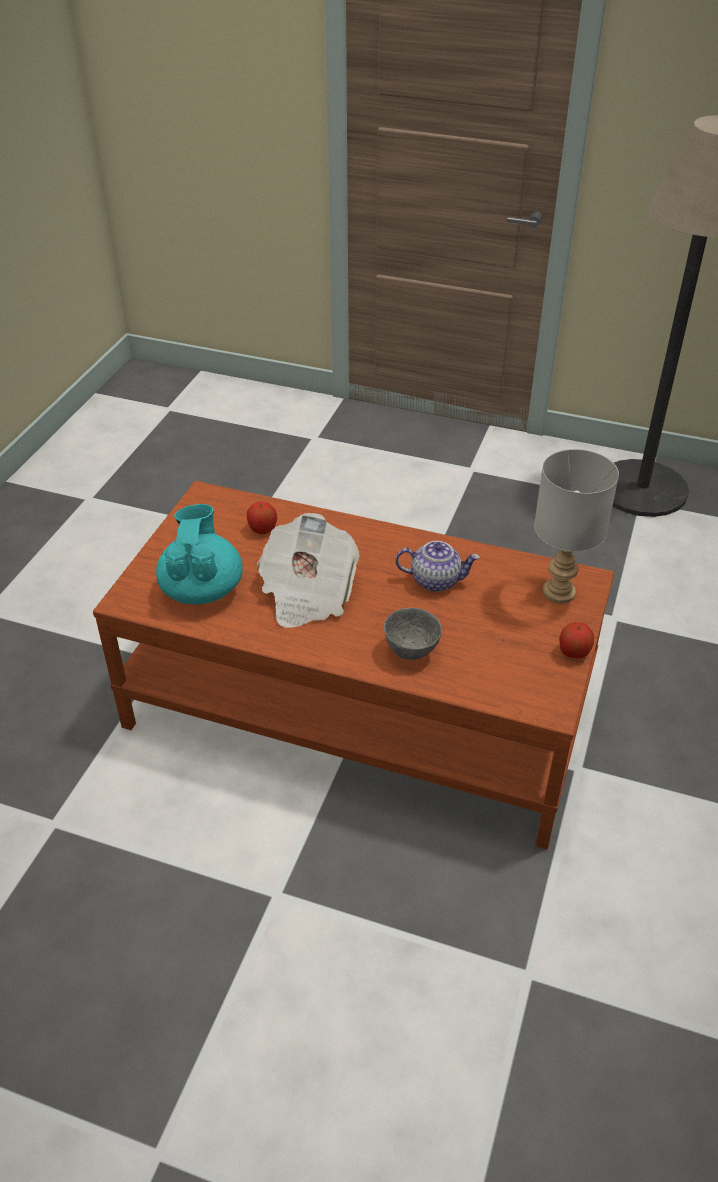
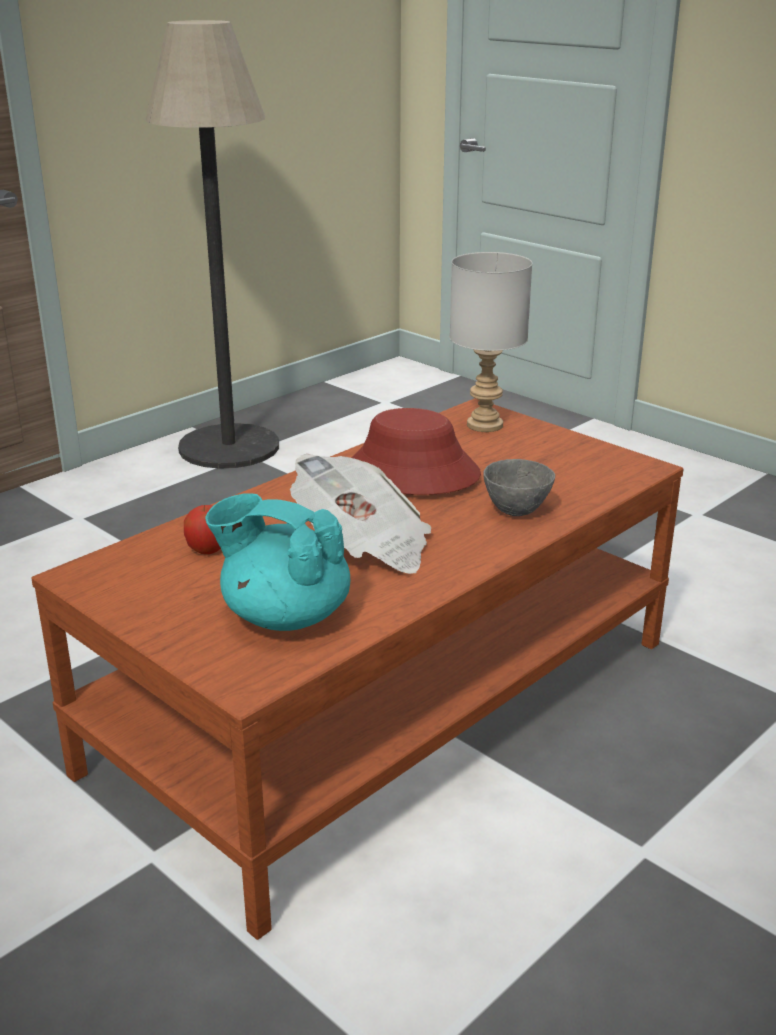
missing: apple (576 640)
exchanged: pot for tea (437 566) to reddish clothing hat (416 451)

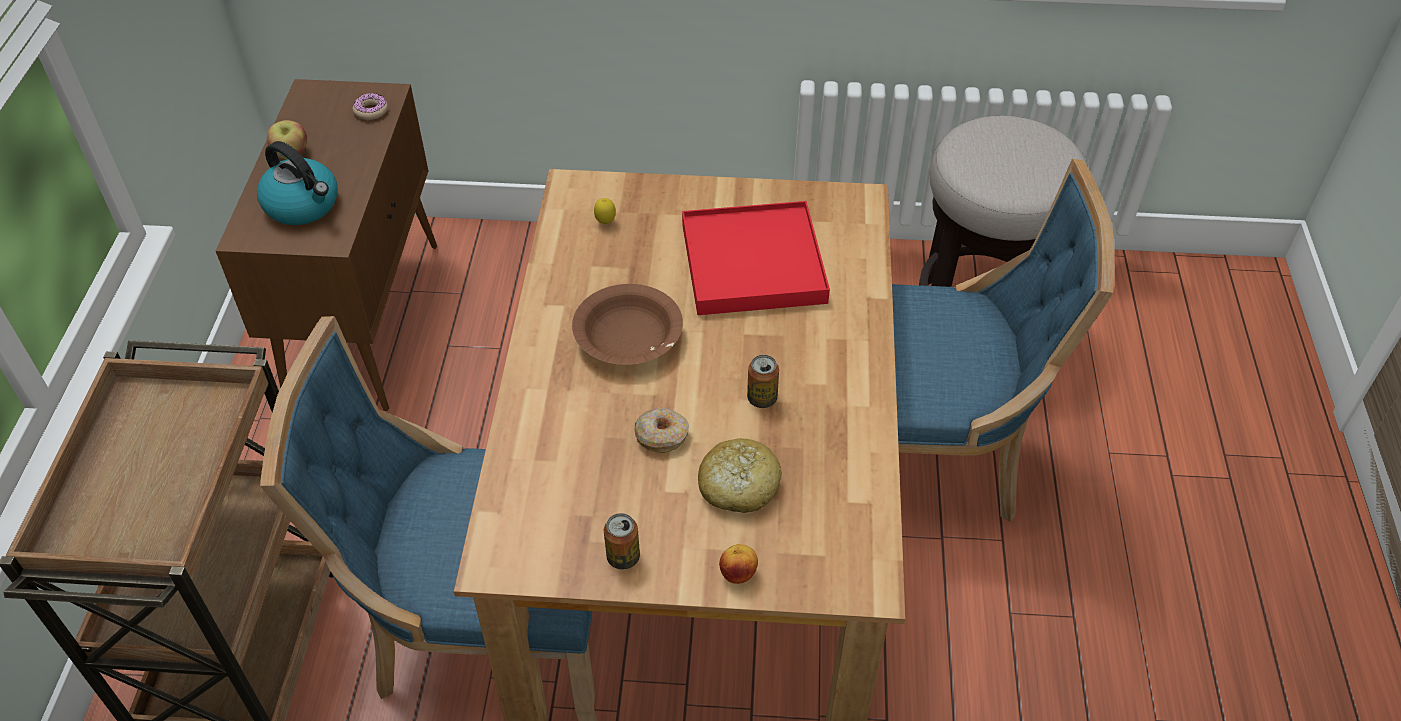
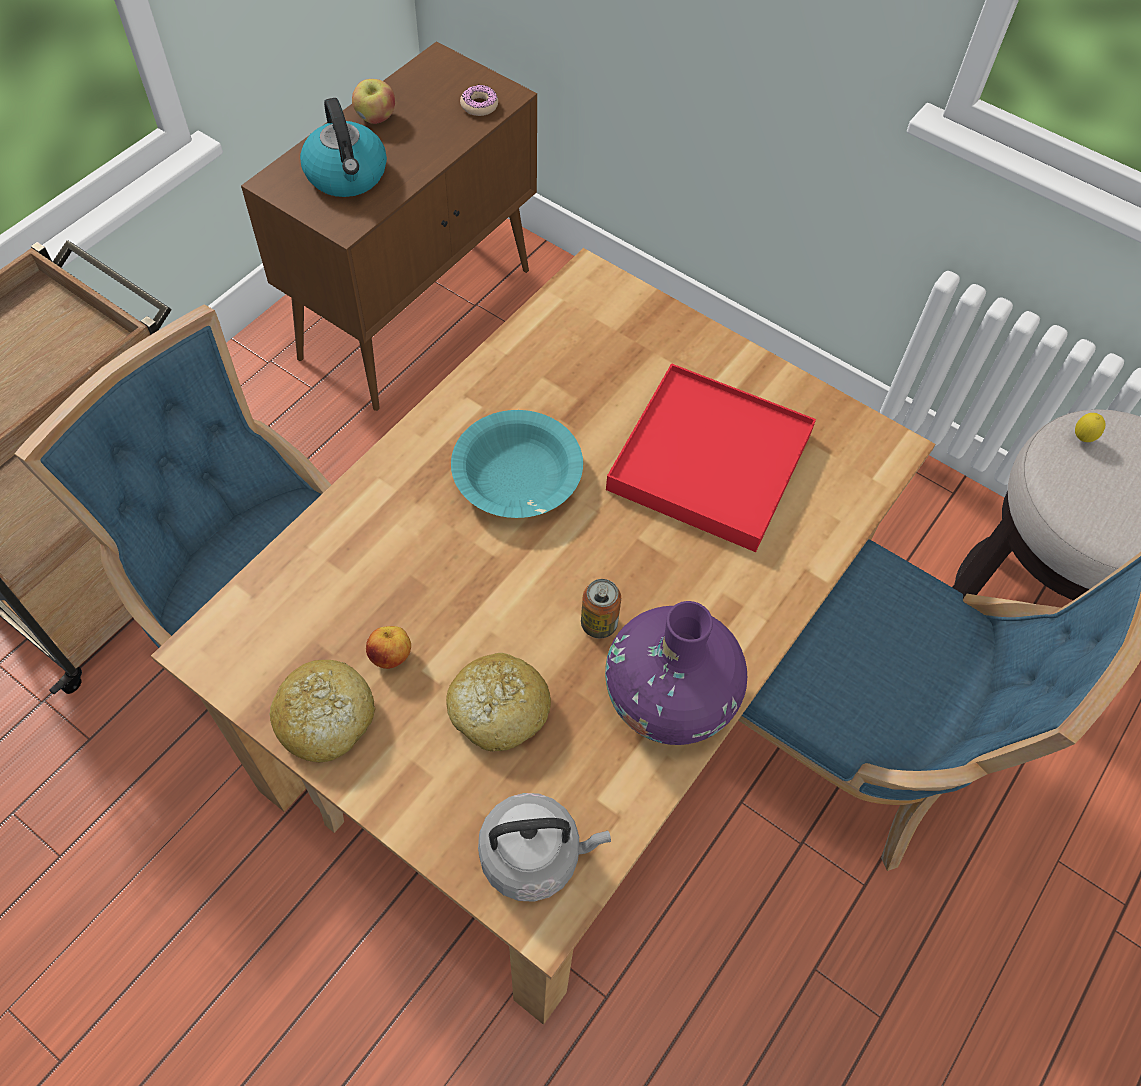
missing: ring doughnut (662 430)
appeared: grey water kettle (544 847); purple flower vase (676 673)
relocated: whole lemon (605 211) to (1090 427); apple (738 564) to (388 647)
exchanged: sealed can (622 541) to bakery bread (322 711)
colour: brown deep dish (627 324) to blue-green deep dish (517 464)

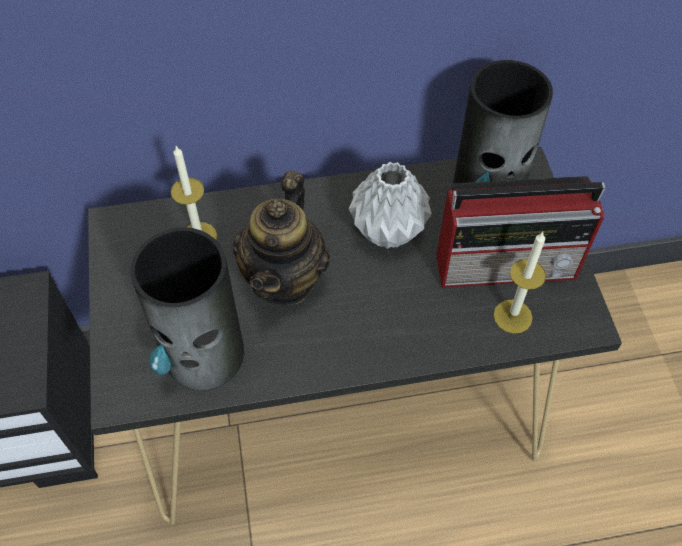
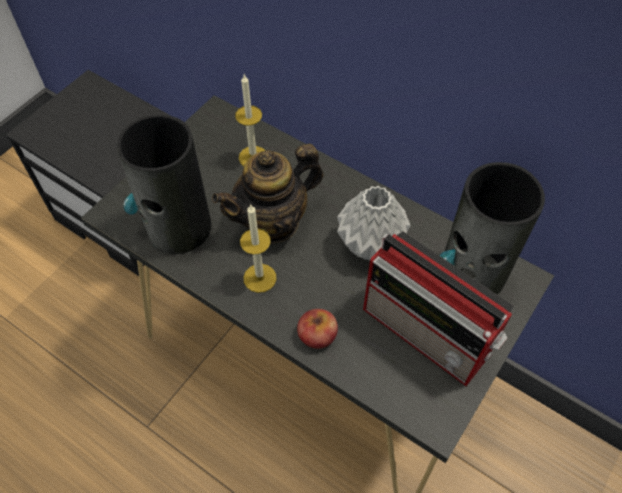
appeared: apple (317 329)
relocated: candle (520 283) to (258 248)

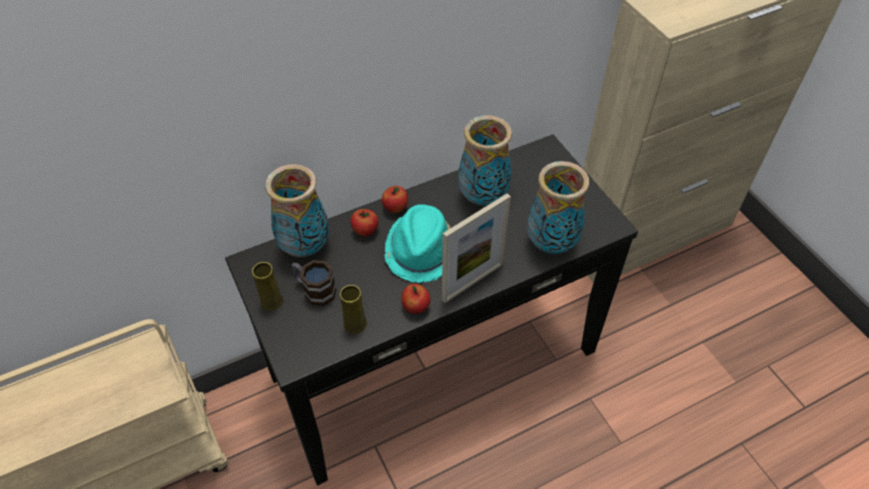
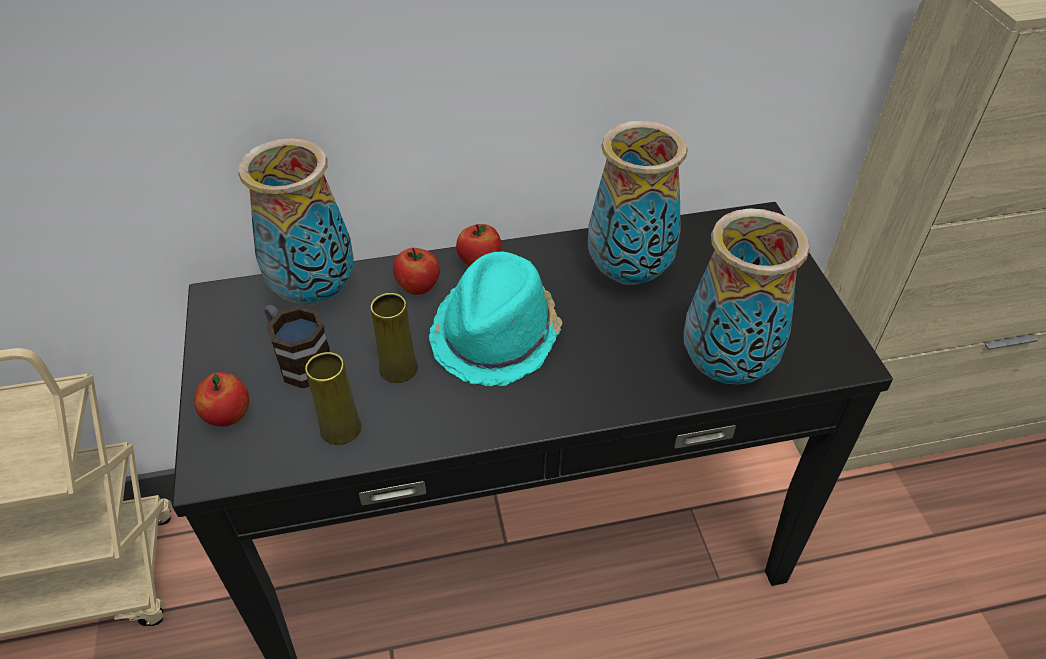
missing: standing frame (476 248)
relocated: yellowish flower vase (267 286) to (394 338); apple (416 299) to (221 399)

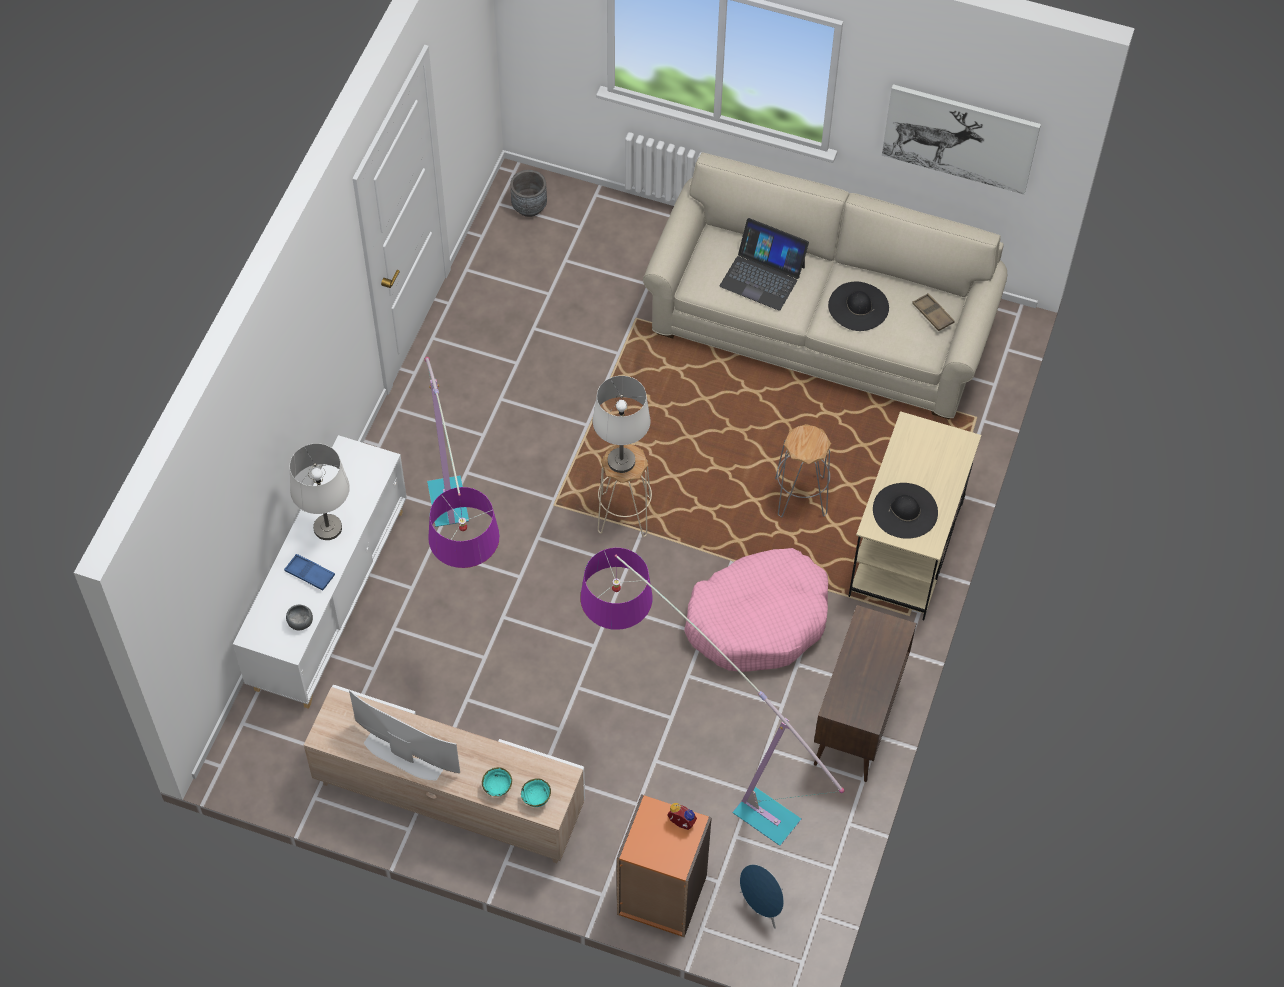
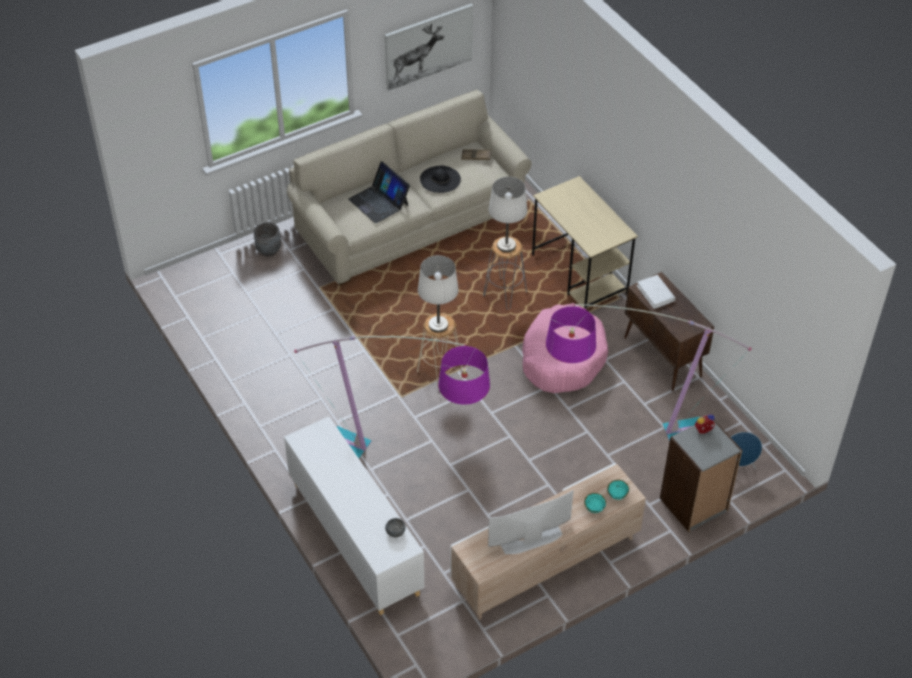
missing: blue carrying tray (309 572); blackish clothing hat (905 511)
appeared: white book (656 292)
relocated: white lamp for a table (320 491) to (508 214); grey plant pot (528 193) to (267 239)
colour: orange bookcase (664 865) to grey bookcase (701 476)
spun: notebook computer (764 264) = (379 192) 75 degrees clockwise

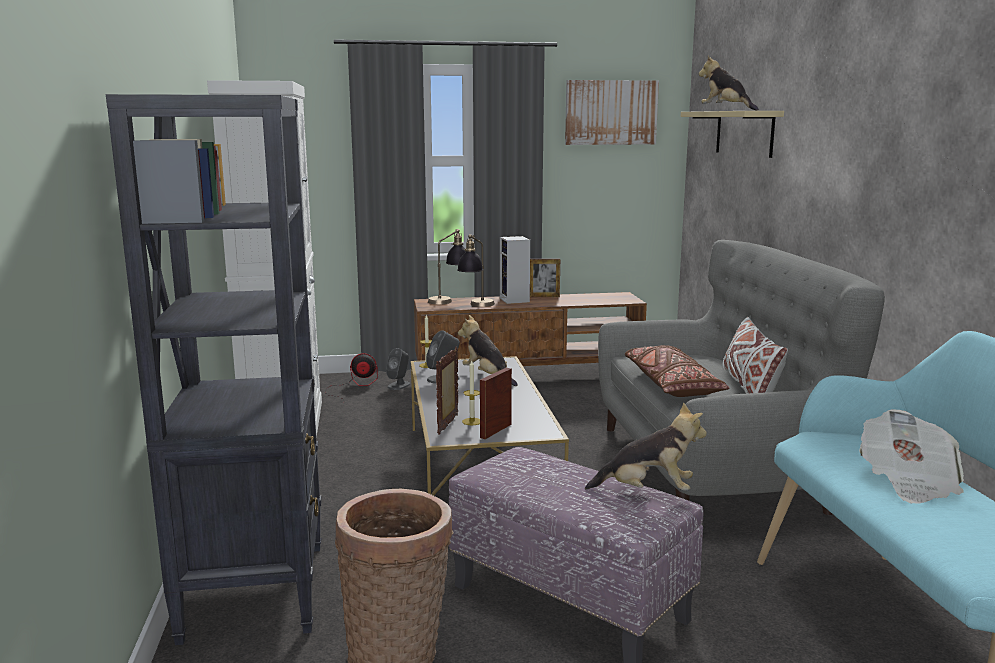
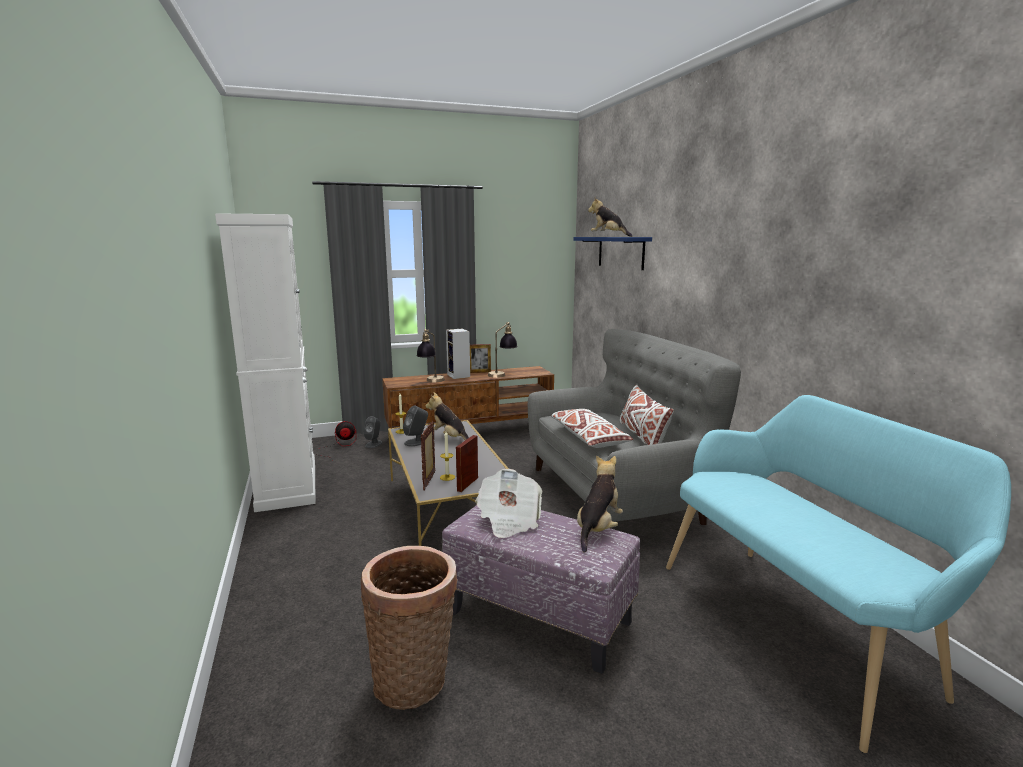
missing: blackish bookcase (214 369); wall art (612 112)
relocated: lamp for a table (447 266) to (503 350); daily paper (911 456) to (509 503)
colour: brown throw pillow (677 371) to white throw pillow (592 428); beige bracket shelf (732 134) to blue bracket shelf (612 253)
spun: cuddly toy (646 446) = (600 504) 60 degrees counterclockwise

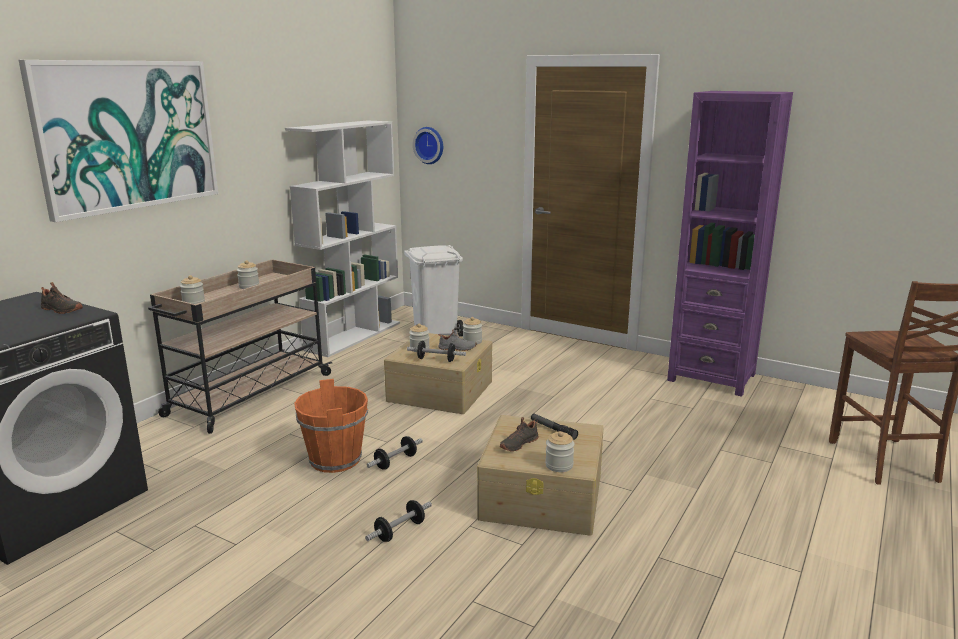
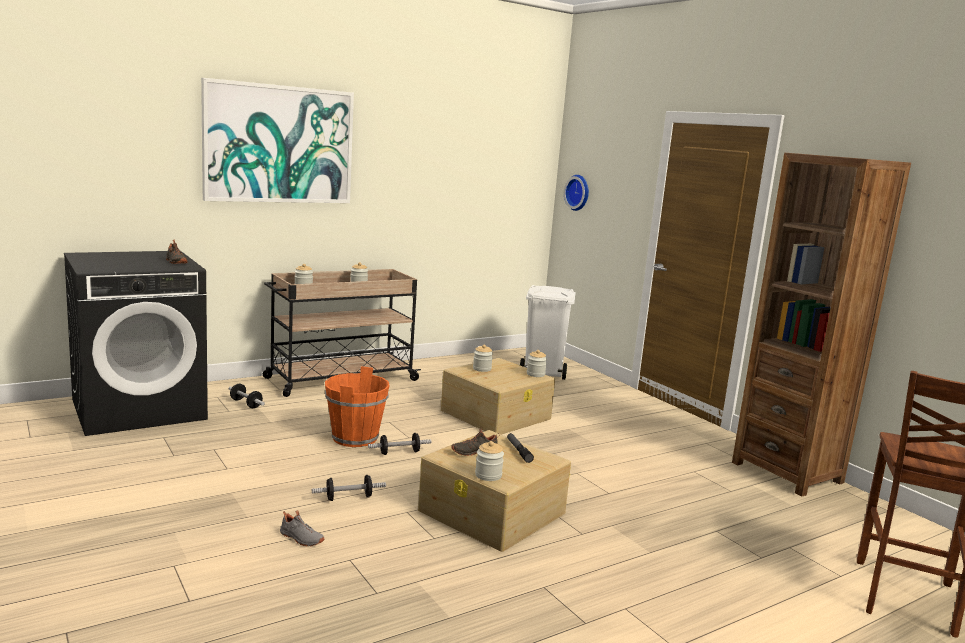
missing: white bookcase (342 238)
relocated: hand weight (436 351) to (247 396); grey low shoe (457 340) to (302 528)
colour: purple bookcase (730 244) to brown bookcase (821 325)

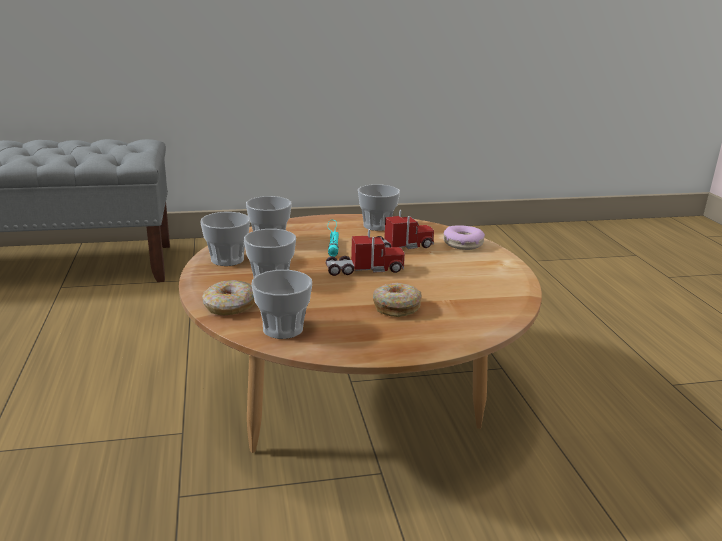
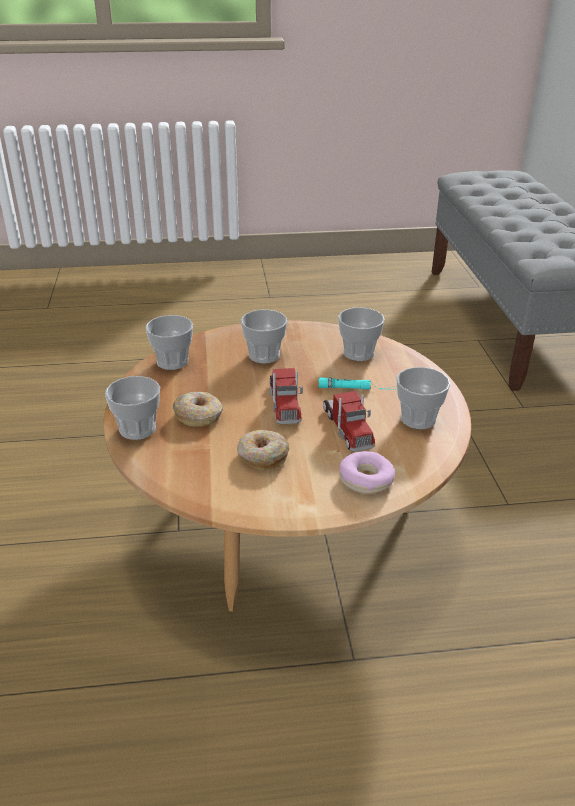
relocated: cup (225 239) to (132 408); ring doughnut (228 298) to (263 450)

